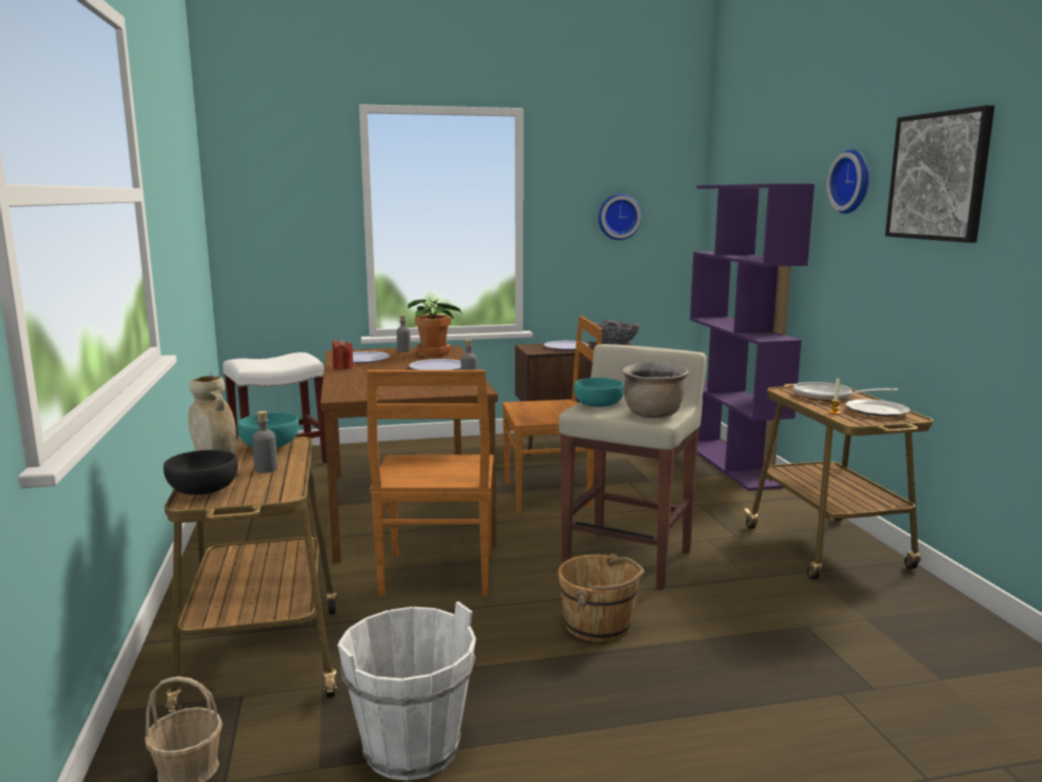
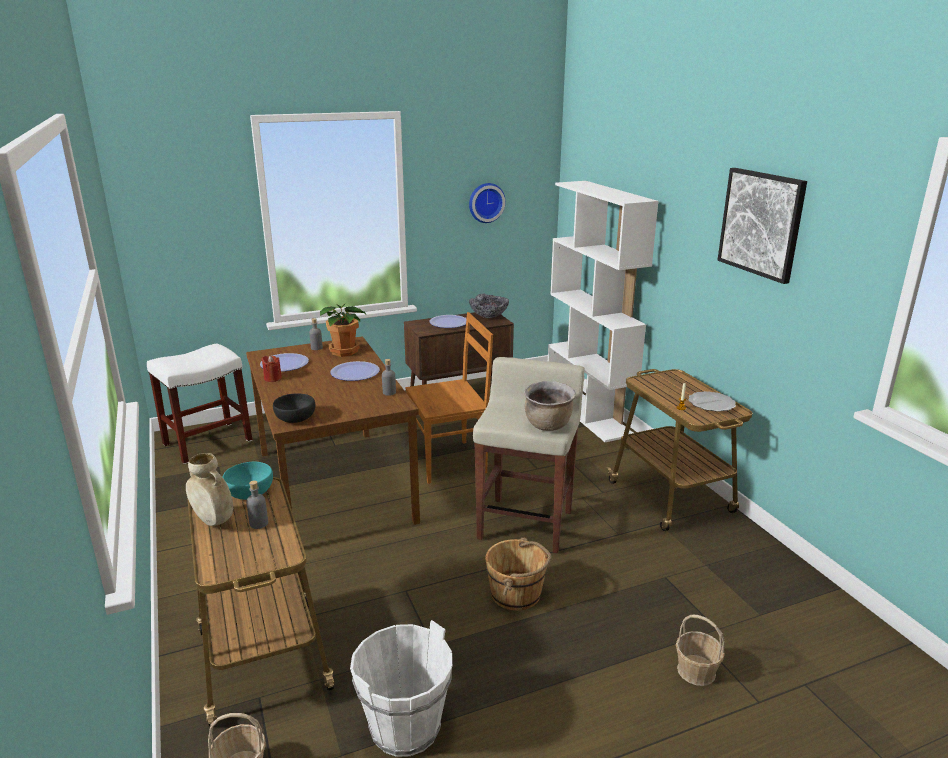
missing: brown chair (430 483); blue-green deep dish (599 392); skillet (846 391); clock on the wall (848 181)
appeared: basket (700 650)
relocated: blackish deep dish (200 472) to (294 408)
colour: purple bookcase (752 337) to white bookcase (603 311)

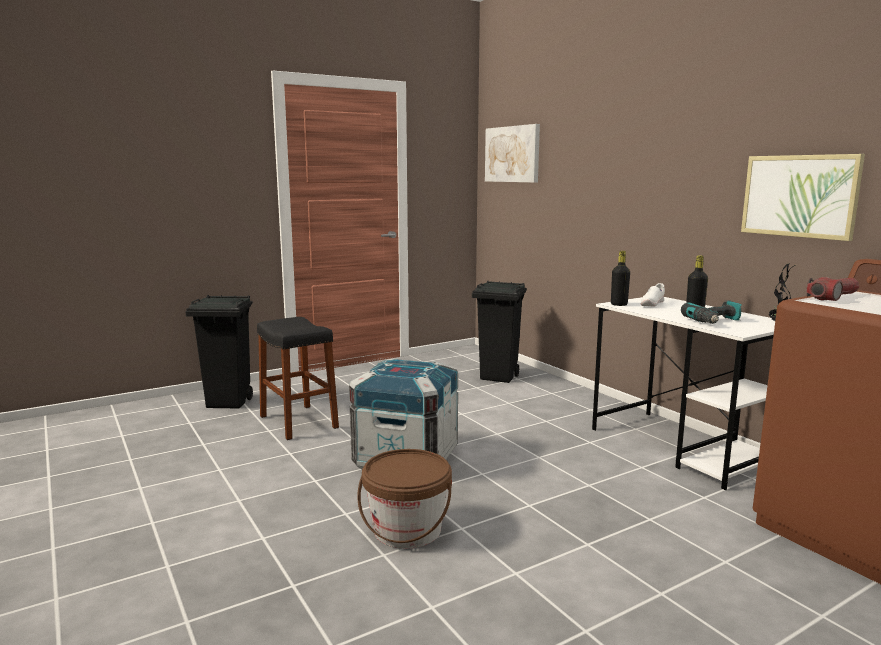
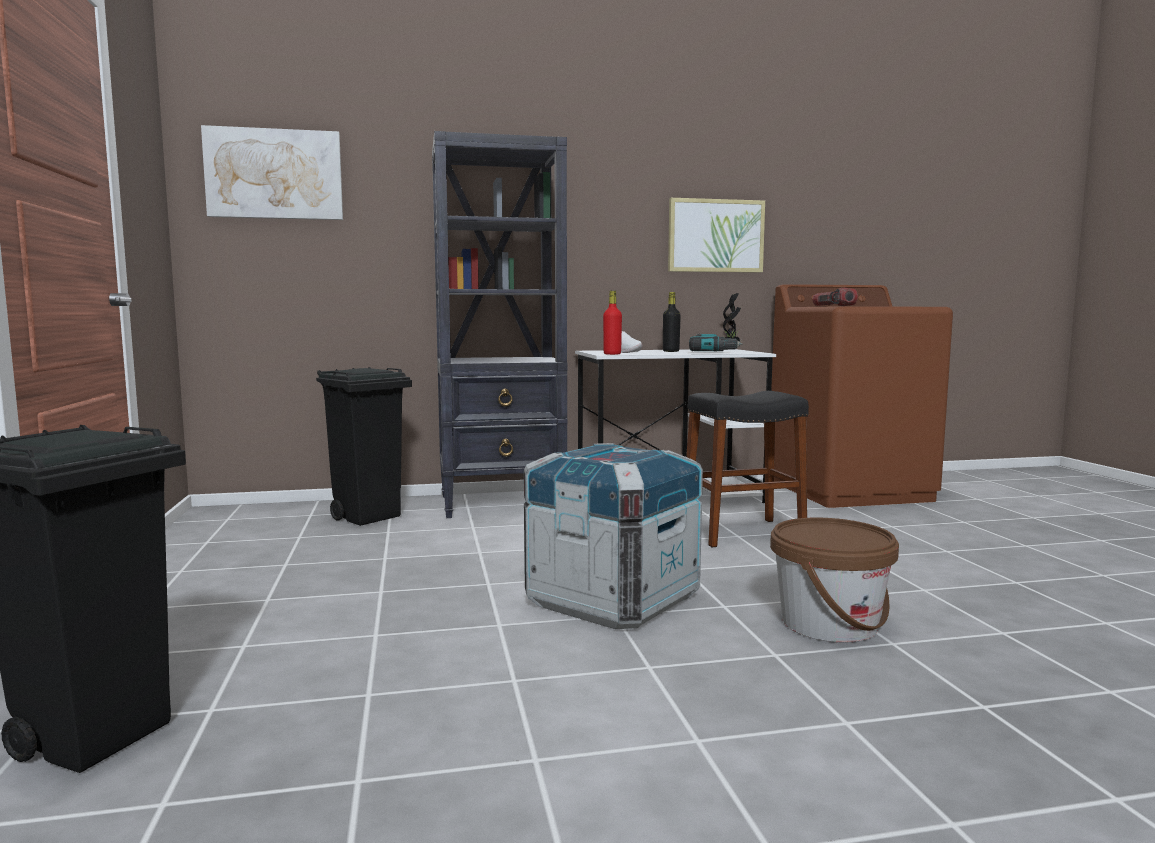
appeared: blackish bookcase (500 324)
relocated: blackish sitting stool (298 378) to (747 469)
colour: blackish drink bottle (620 278) to reddish drink bottle (612 323)

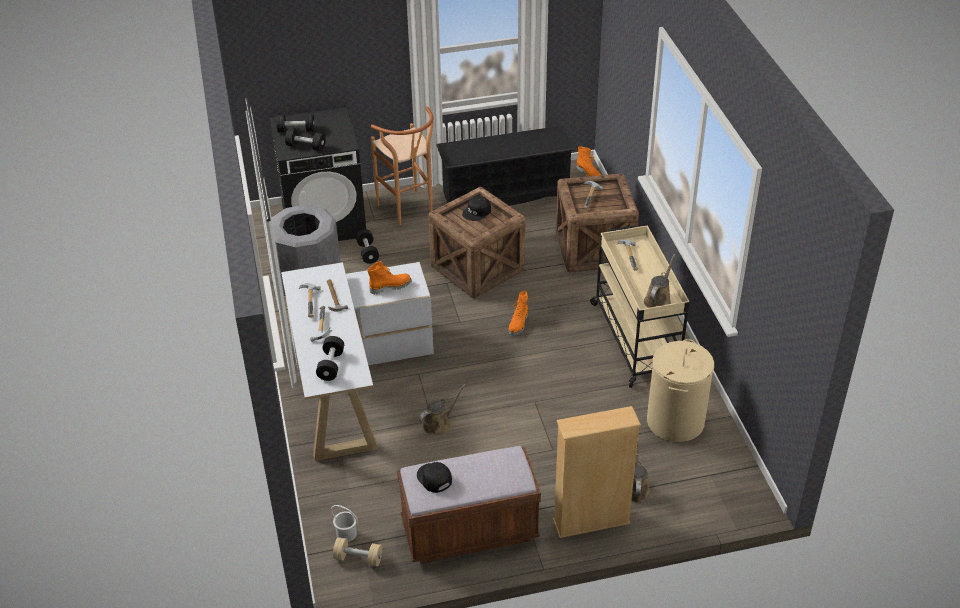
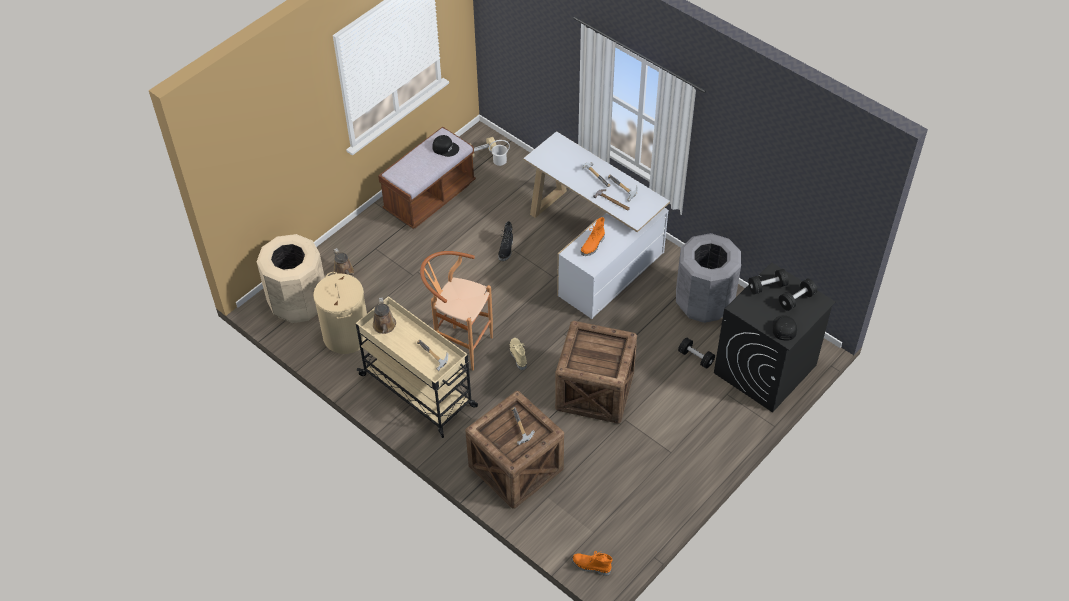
missing: blackish hand weight (330 358); blackish shoe shelf (505 166); beige bookcase (597 472)
appeared: beige rubbish bin (291 278)
relocated: brown sitting stool (402 166) to (456 310); blackish cap (476 208) to (785 327)
exchanged: brown watering can (442 409) to blackish boot (505 241)
colour: orange boot (518 313) to beige boot (518 354)

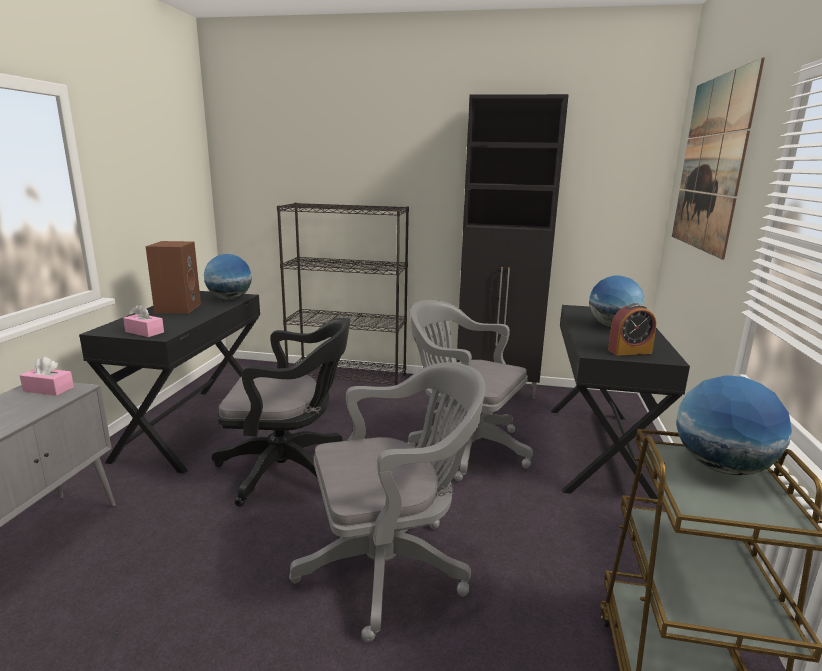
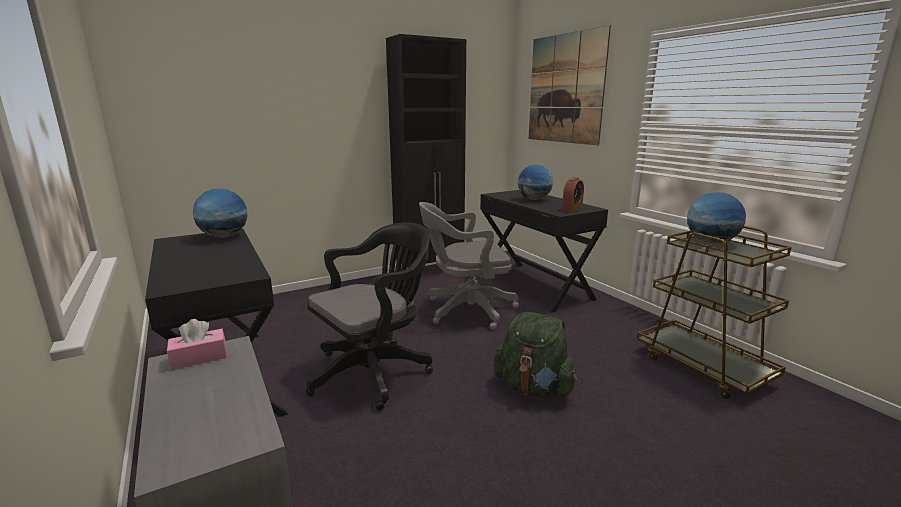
missing: pink-coloured box of tissues (143 320); brown audio speaker (173 277); blackish bookcase (343 294)
exchanged: grey office chair (387 502) to green backpack (535 355)

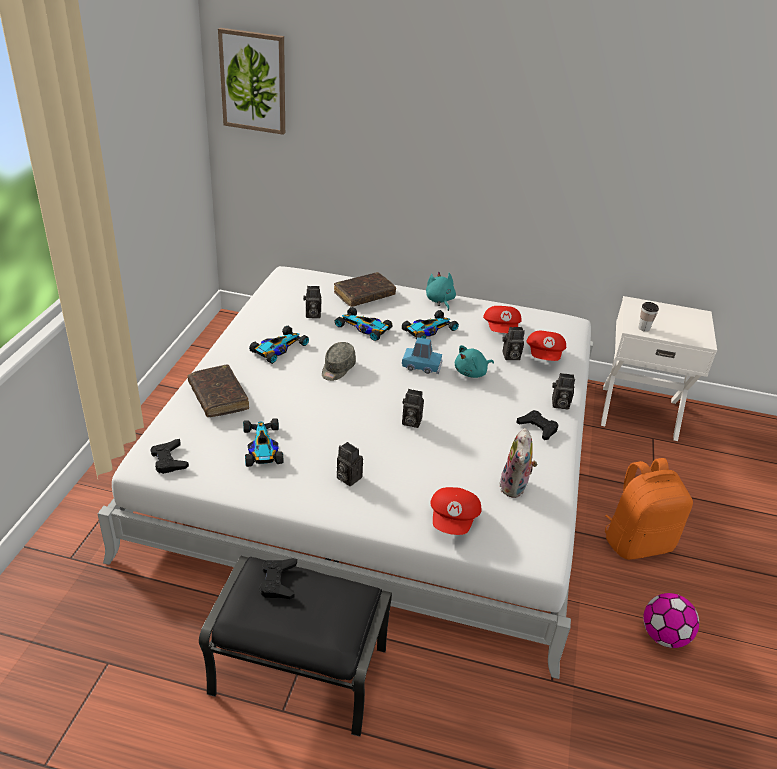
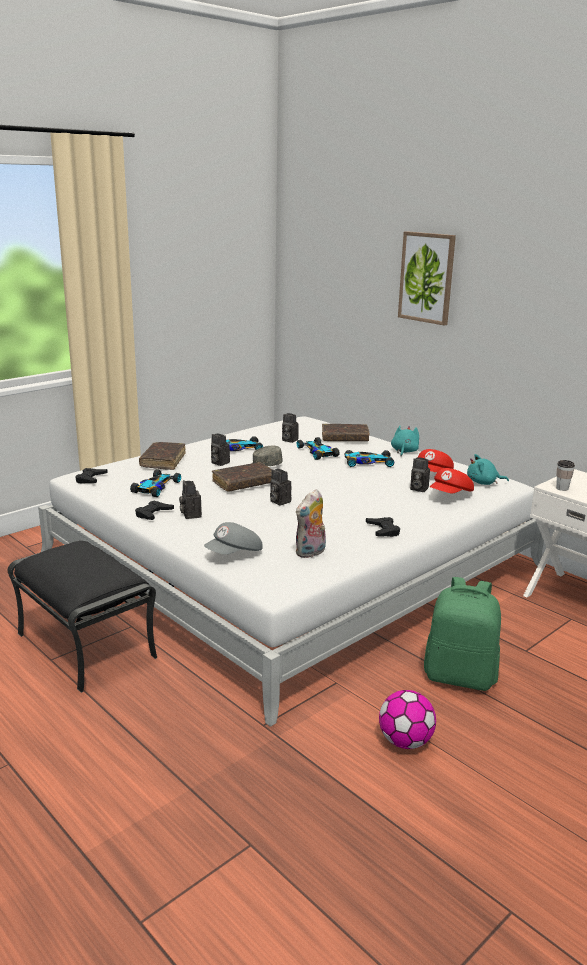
missing: blue miniature car (422 355)
appeared: brown book (242 477)
relocated: wall art (251 81) to (427 278); blackish game controller (278 578) to (154 510); blue-green cuddly toy (474 361) to (488 469); still camera (563 391) to (220 449)
colour: reddish cap (455 511) to grey cap (233 538); orange backpack (649 509) to green backpack (462 634)

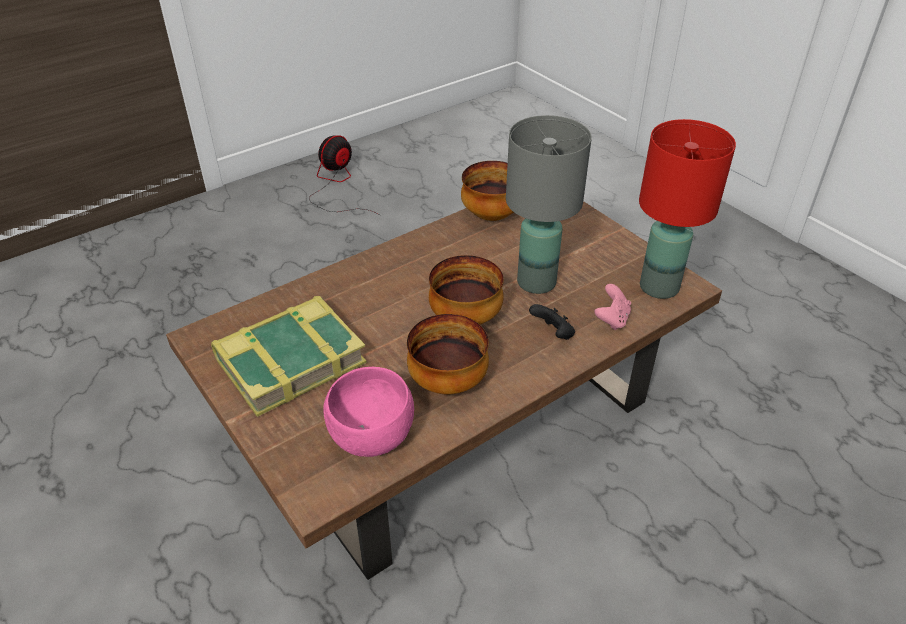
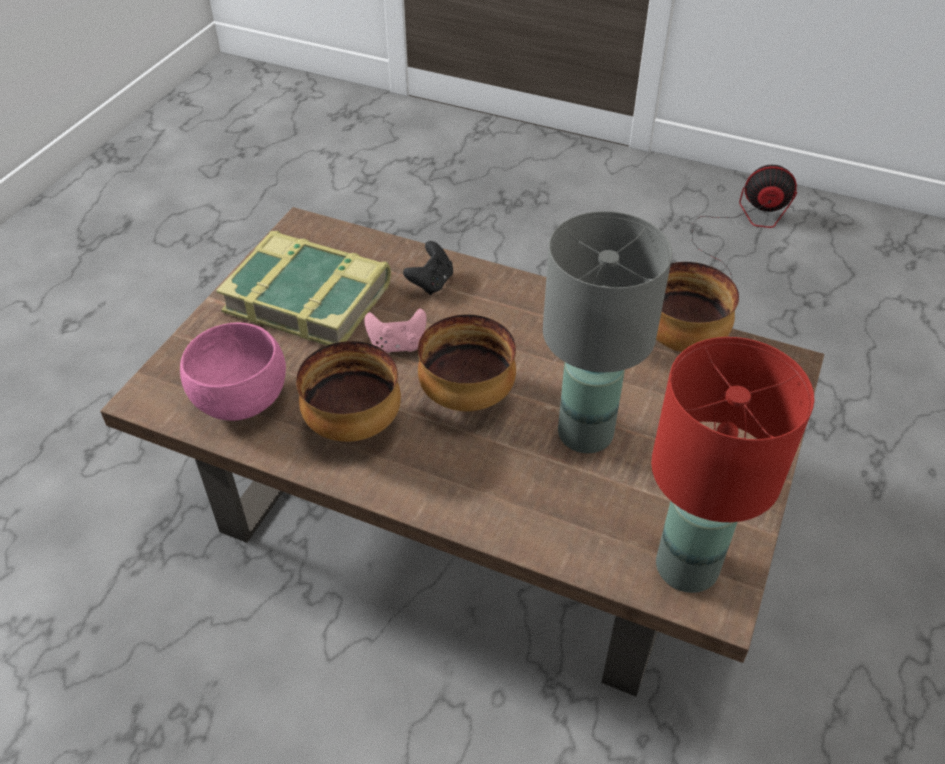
relocated: blackish game controller (552 322) to (428 268); pink-coloured game controller (612 307) to (395 331)

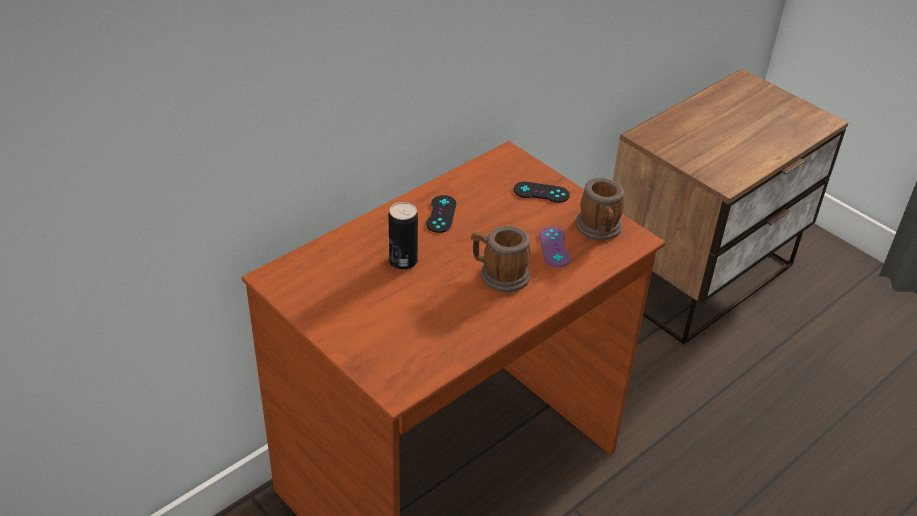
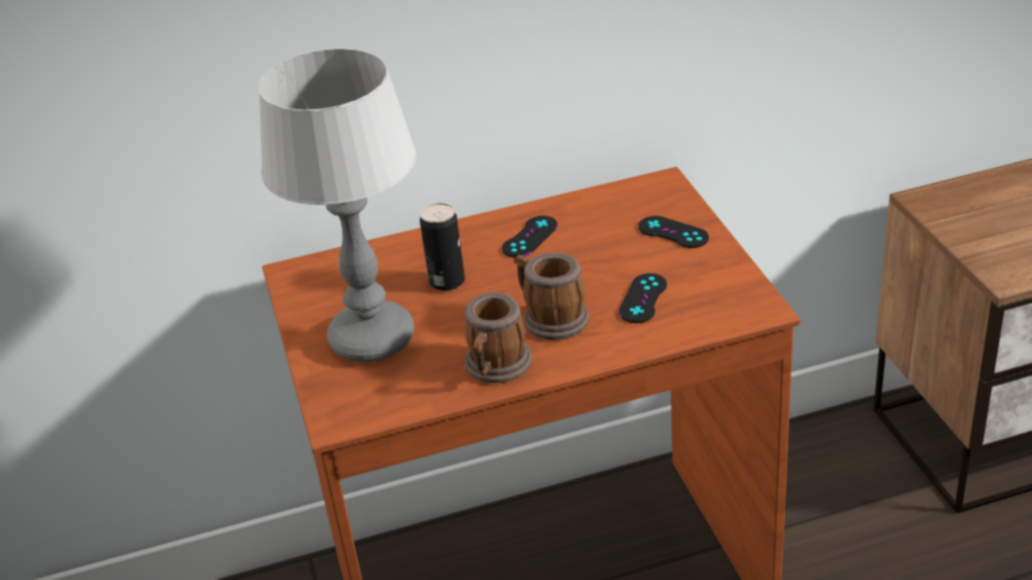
appeared: lamp for a table (337 205)
relocated: coffee mug (600 209) to (498 337)
colour: purple game controller (555 247) to blackish game controller (643 298)

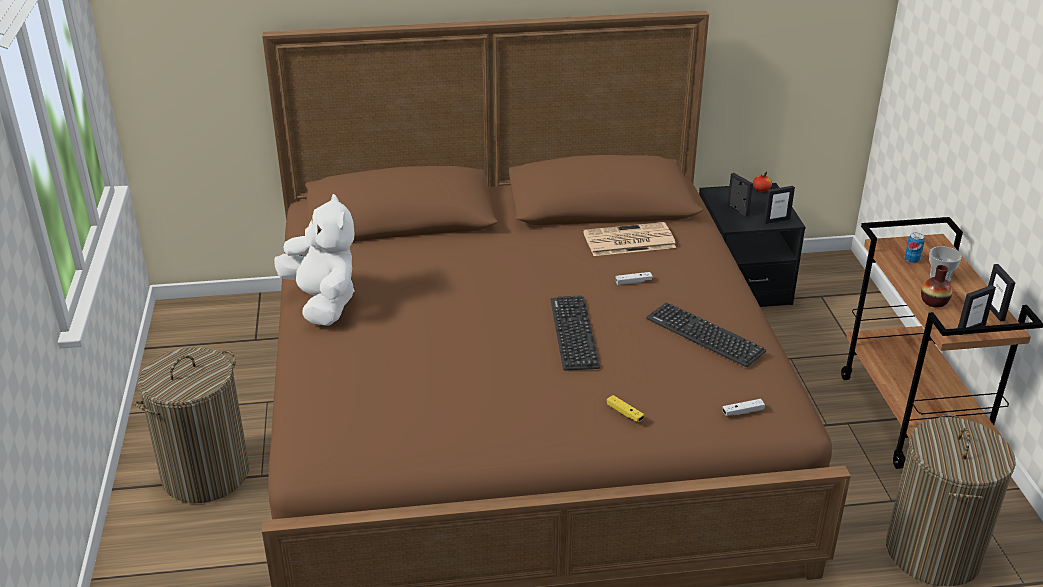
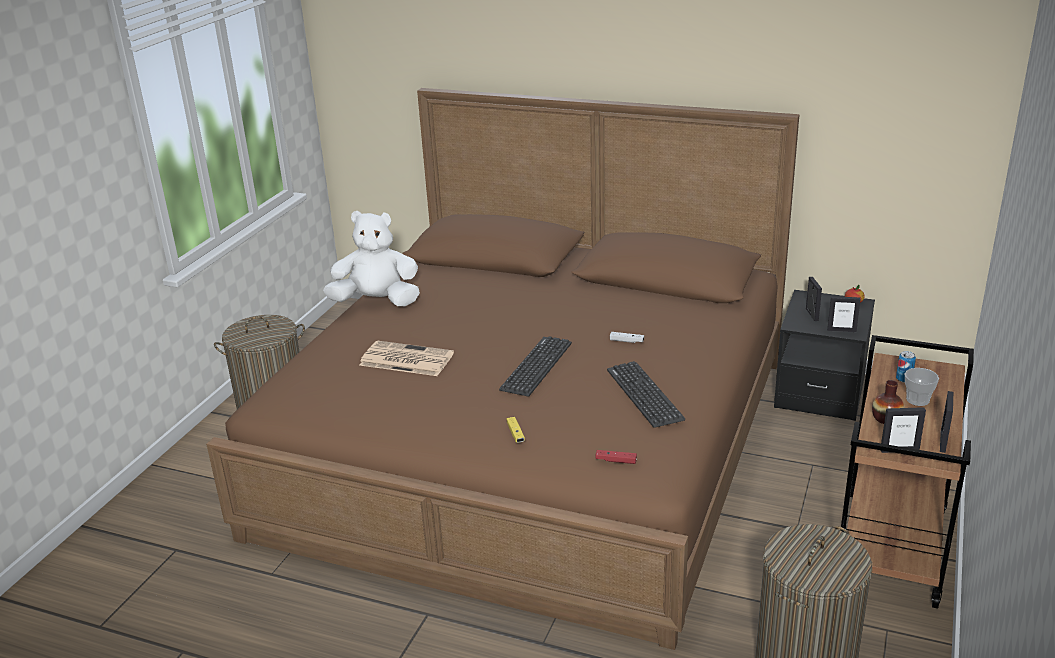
relocated: daily paper (629 239) to (407 358)
colour: white game controller (743 407) to reddish game controller (616 457)
spun: white cuddly toy (314 260) = (371 258) 90 degrees counterclockwise

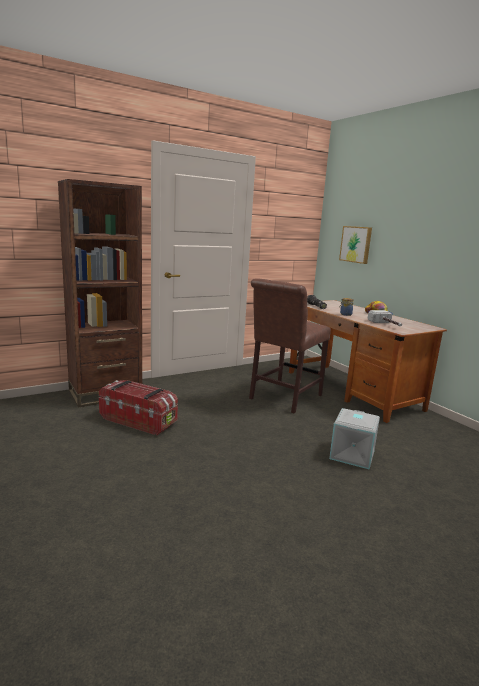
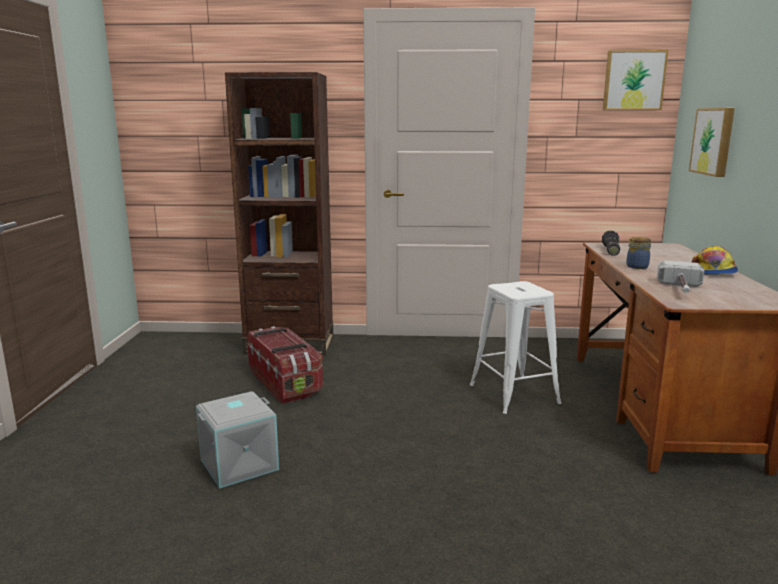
appeared: wall art (636 80)
relocated: grey storage bin (354 438) to (237 440)
exchanged: brown chair (290 345) to white sitting stool (515 347)

